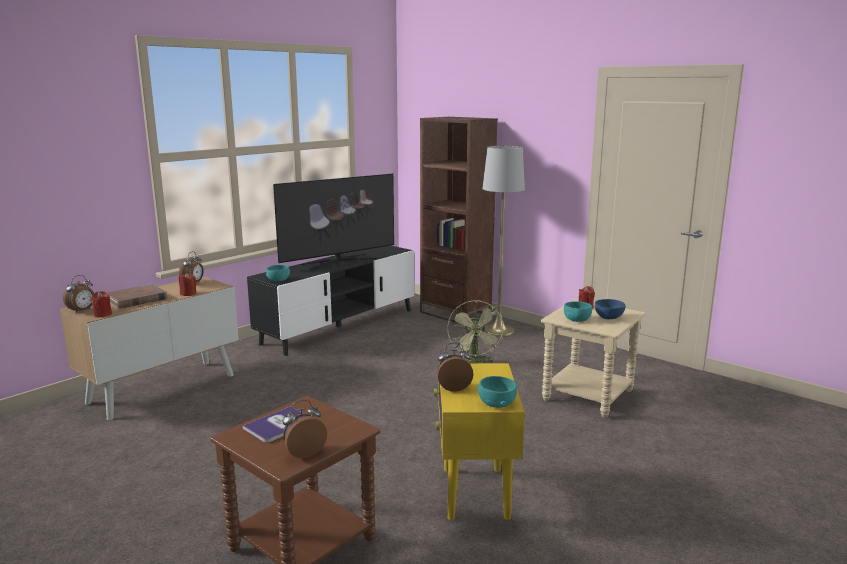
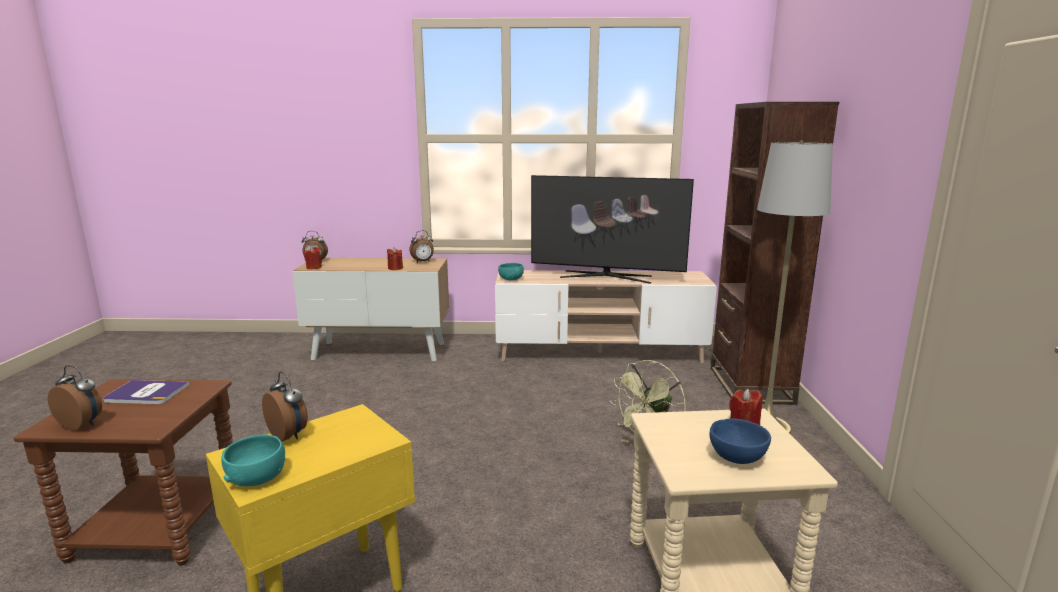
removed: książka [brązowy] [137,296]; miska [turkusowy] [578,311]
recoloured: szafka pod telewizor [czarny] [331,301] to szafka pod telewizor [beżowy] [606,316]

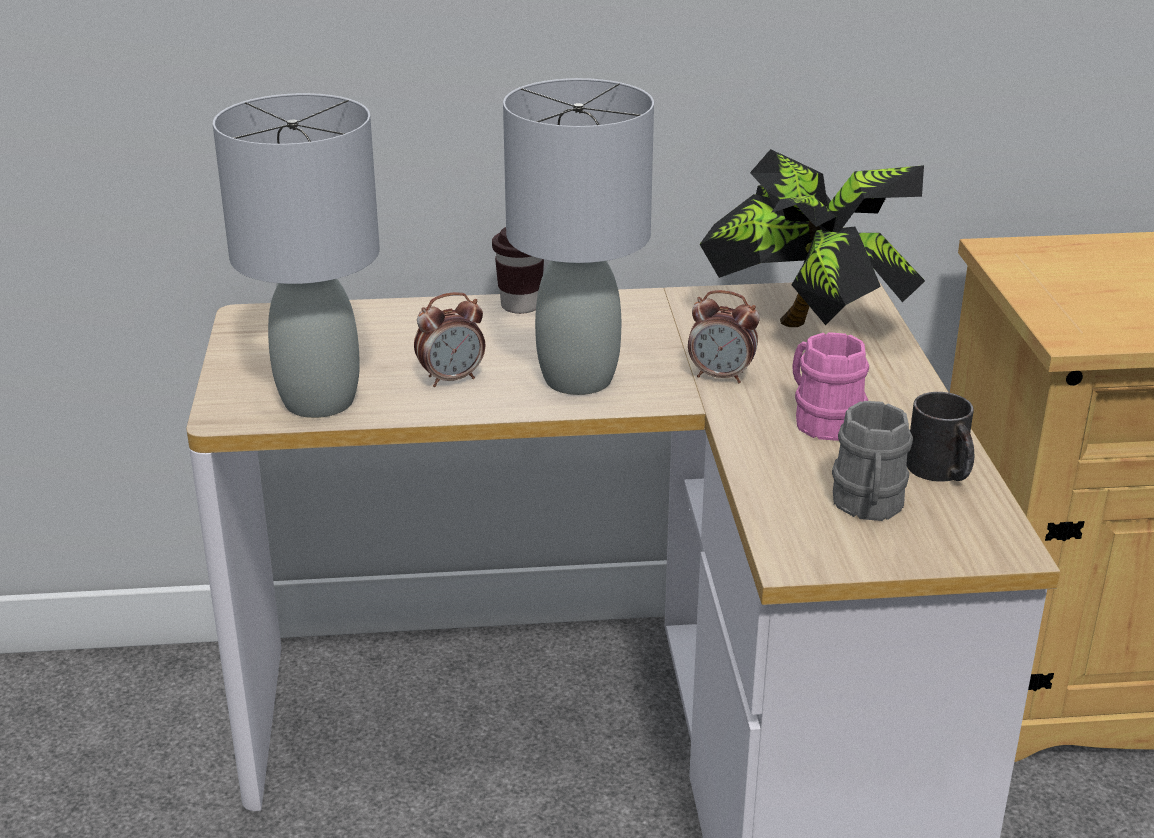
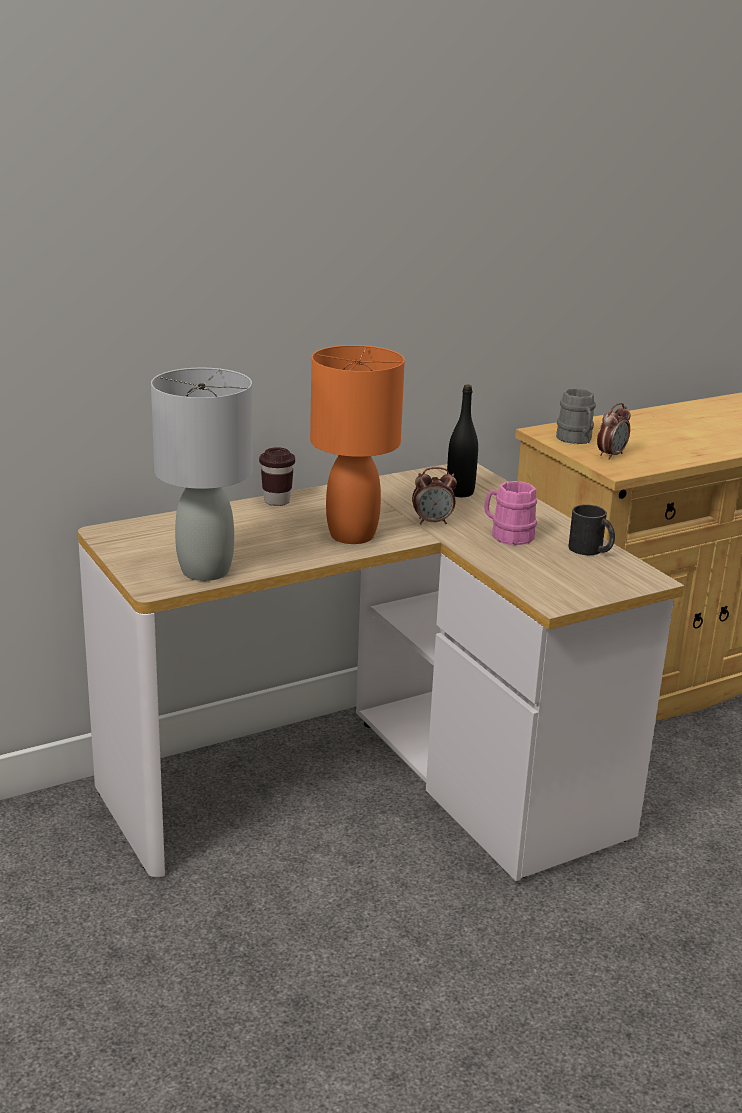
moved: budzik [449,339] to [613,431]; kubek [szary] [872,461] to [576,416]
replaced: roślina doniczkowa [812,238] to butelka [czarny] [462,441]
recoloured: lampa stołowa [szary] [578,236] to lampa stołowa [pomarańczowy] [357,444]

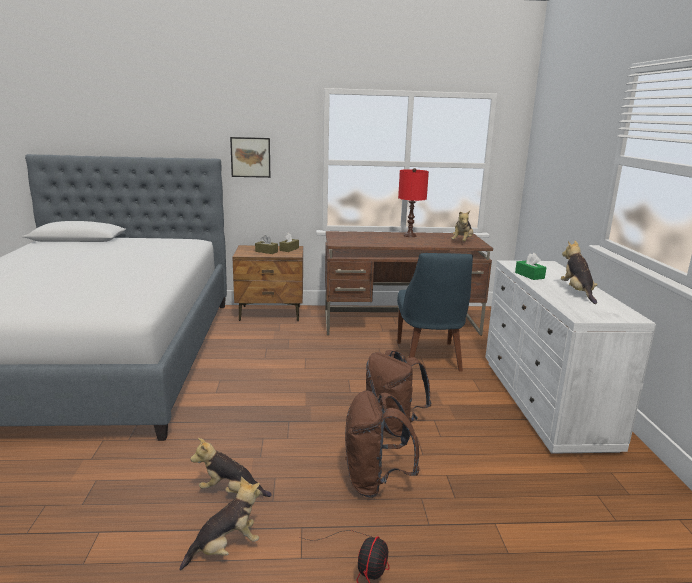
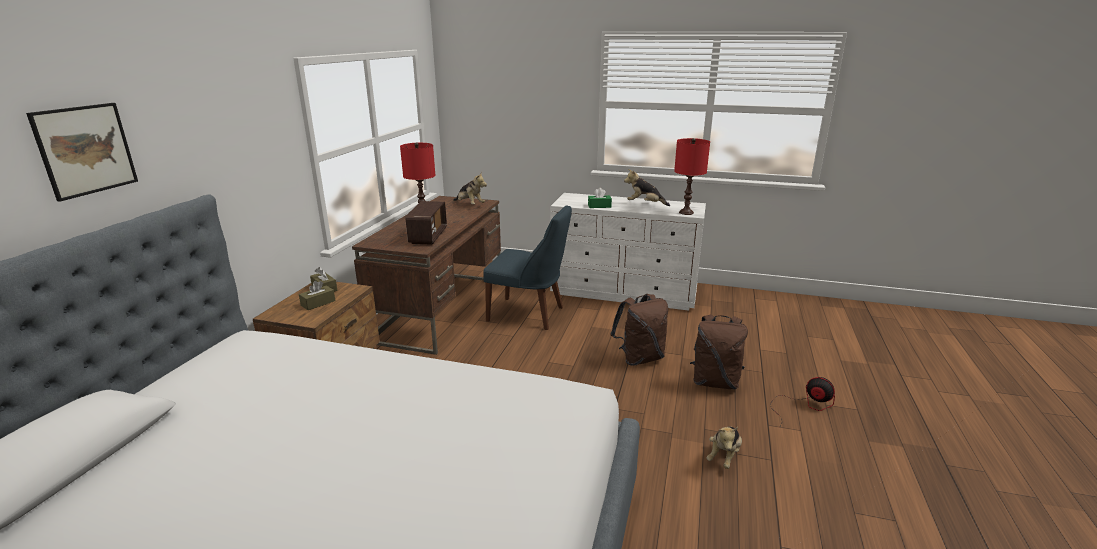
removed: pluszak [220,524]
added: lampa stołowa [czerwony] [692,176]; radio [426,222]
moved: obraz [250,157] to [82,152]

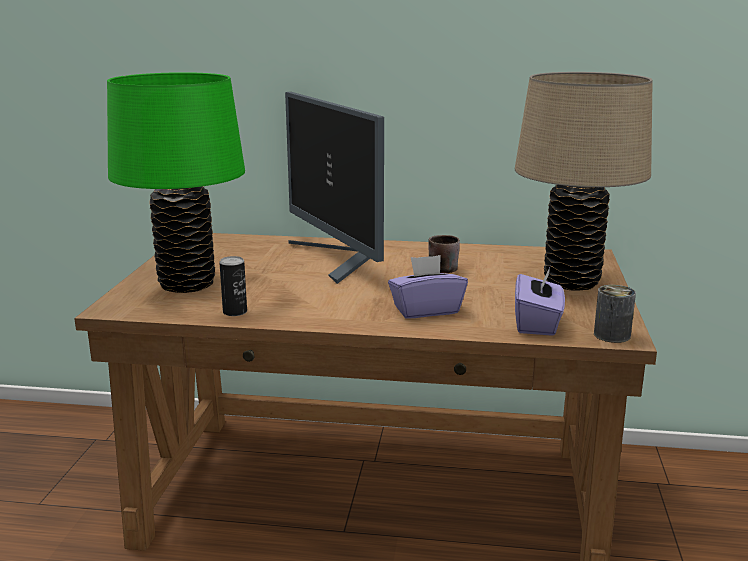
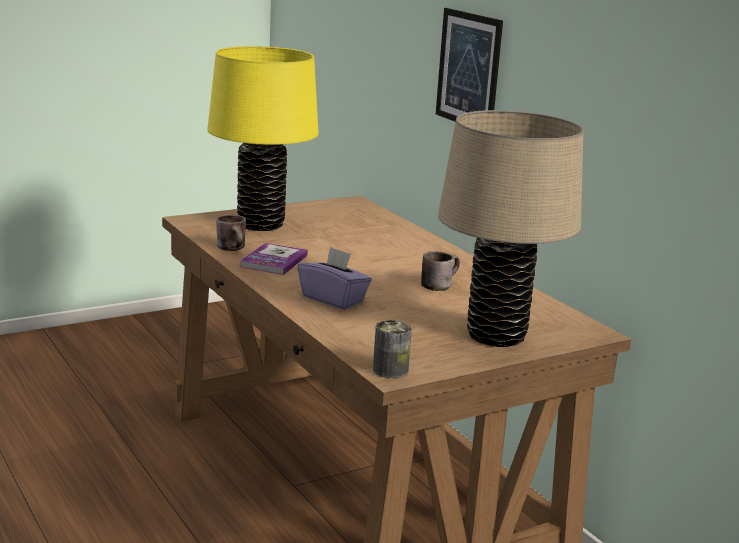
removed: monitor [334,188]; pudełko chusteczek [fioletowy] [540,302]
added: obraz [469,65]; książka [274,259]
replaced: puszka [233,286] to kubek [brązowy] [231,233]
recoloured: lampa stołowa [zielony] [176,182] to lampa stołowa [żółty] [263,138]

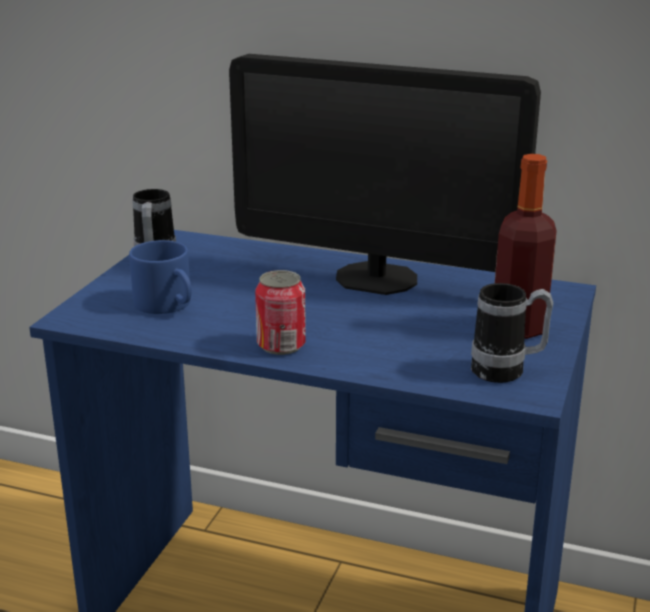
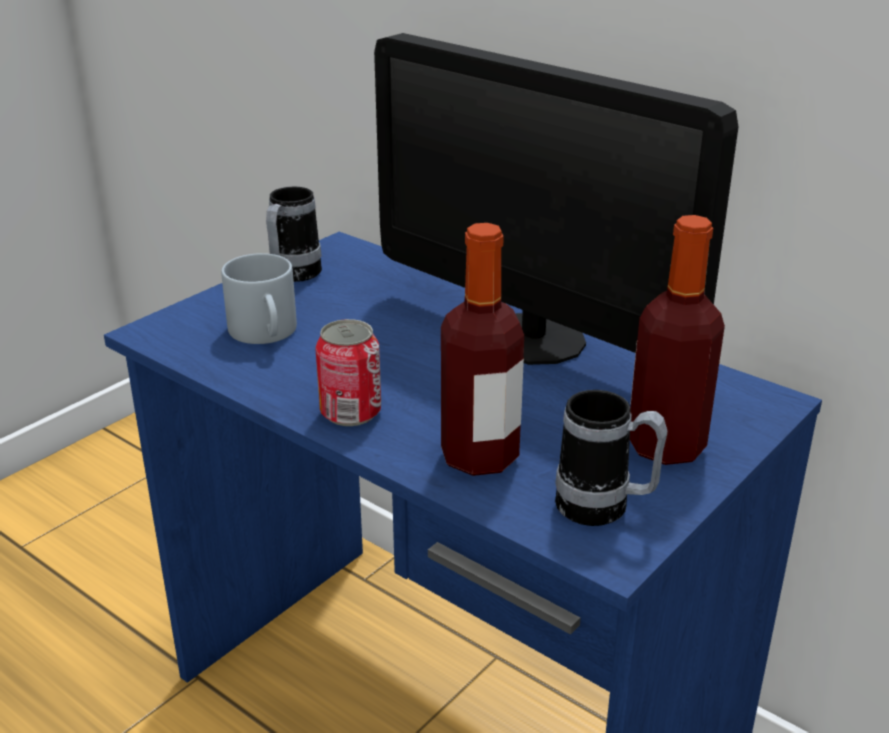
added: butelka [482,349]
recoloured: kubek [niebieski] [160,277] to kubek [szary] [259,298]

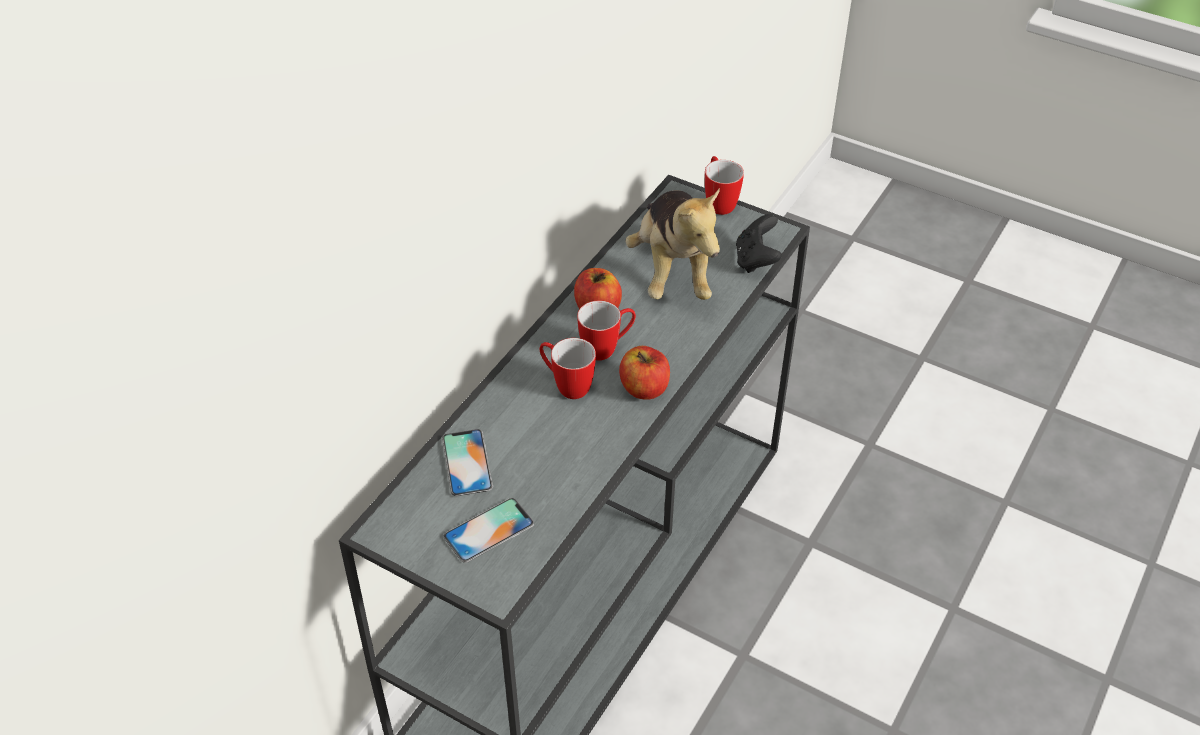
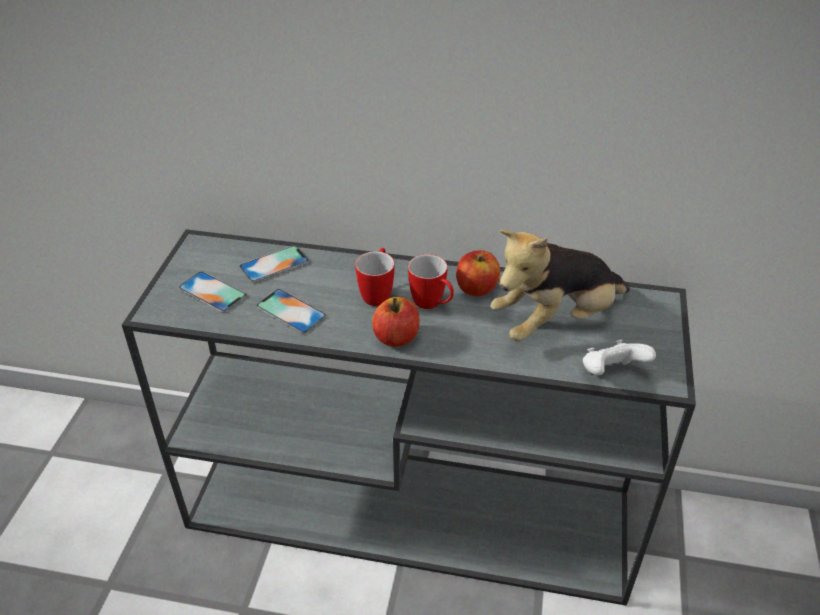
removed: kubek [724,185]
added: telefon [291,311]
recoloured: pad do gier [czarny] [759,243] to pad do gier [biały] [619,357]

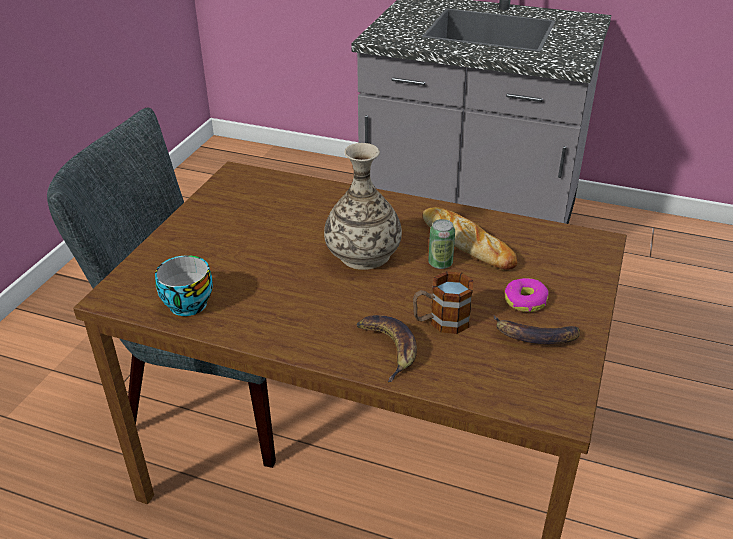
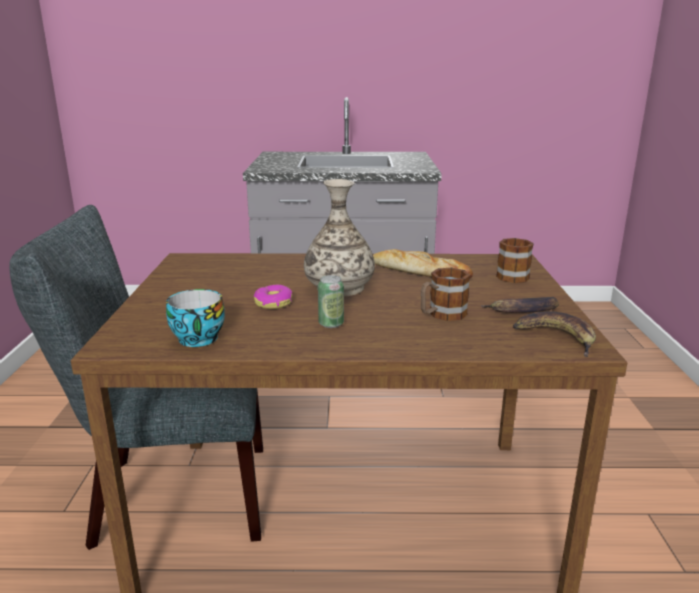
added: kubek [515,260]
moved: puszka [441,244] to [331,301]; donut [527,295] to [273,297]; banan [386,348] to [554,334]

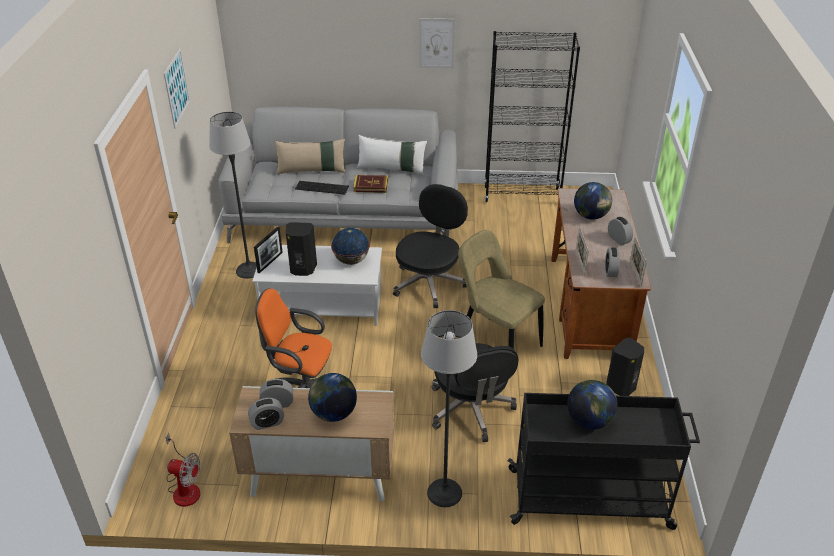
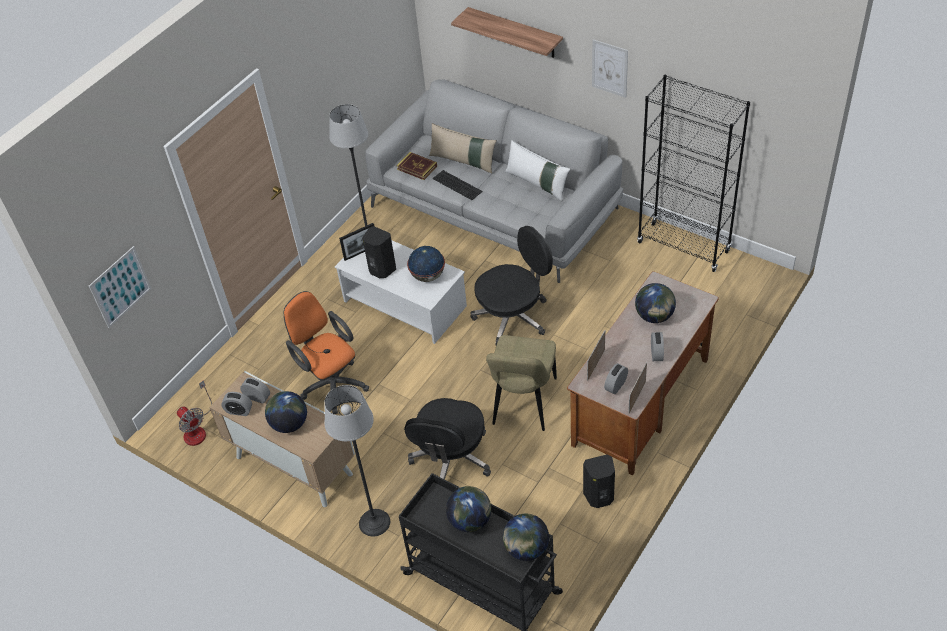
added: półka [507,32]; globus [526,537]
moved: obraz [177,88] to [120,287]; książka [370,184] to [416,166]
turned: krzesło [beżowy] [501,289] = [521,383] 150 degrees counterclockwise

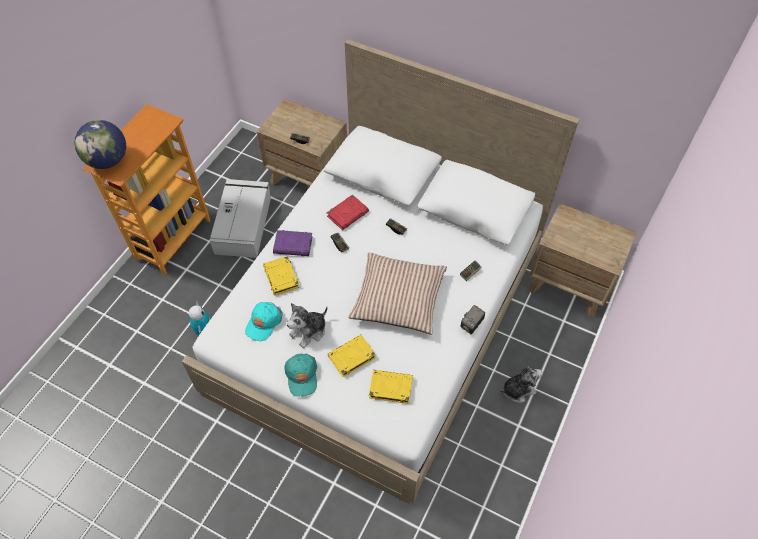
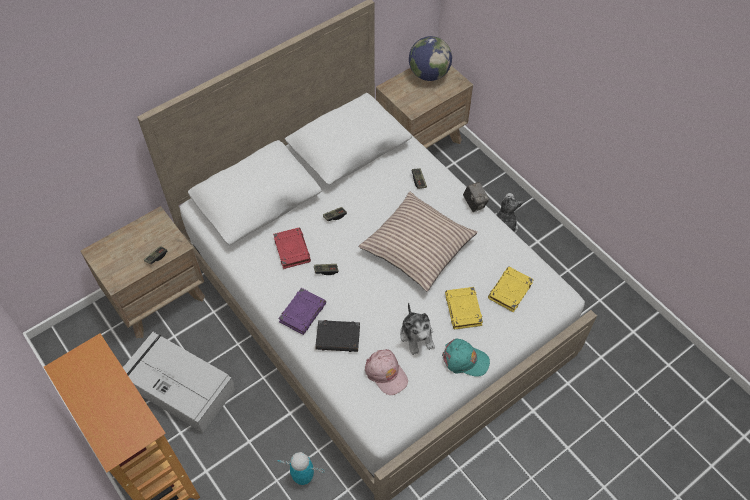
moved: globus [100,144] to [430,58]
recoloured: książka [żółty] [281,275] to książka [czarny] [337,336]; czapka z daszkiem [turkusowy] [264,321] to czapka z daszkiem [różowy] [386,372]

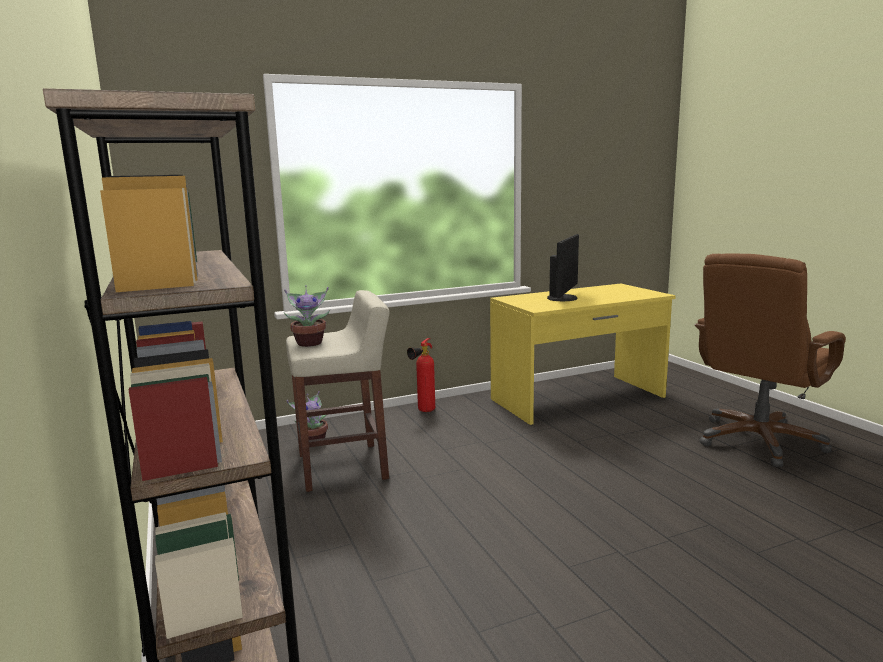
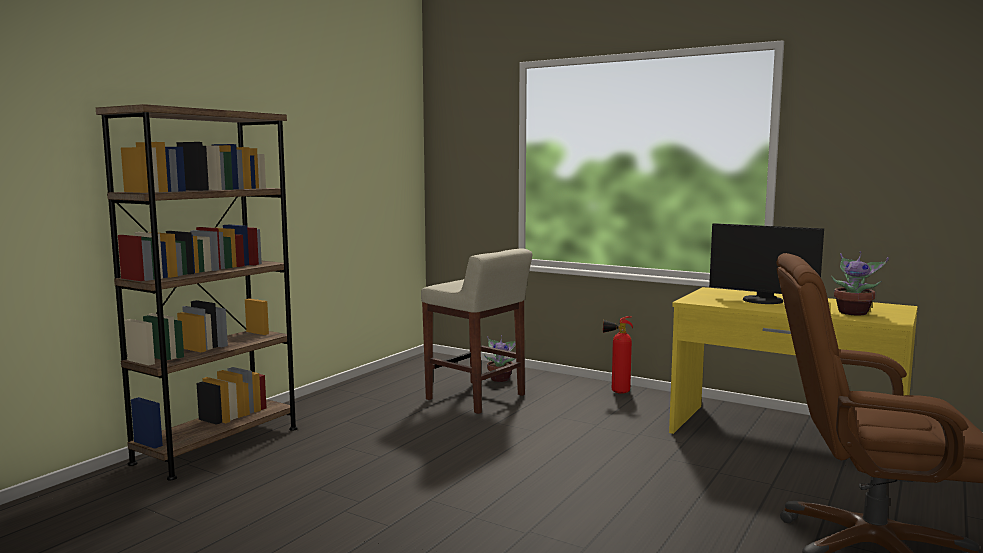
moved: roślina doniczkowa [307,316] to [860,283]
turned: monitor [563,267] = [766,263] 45 degrees clockwise

